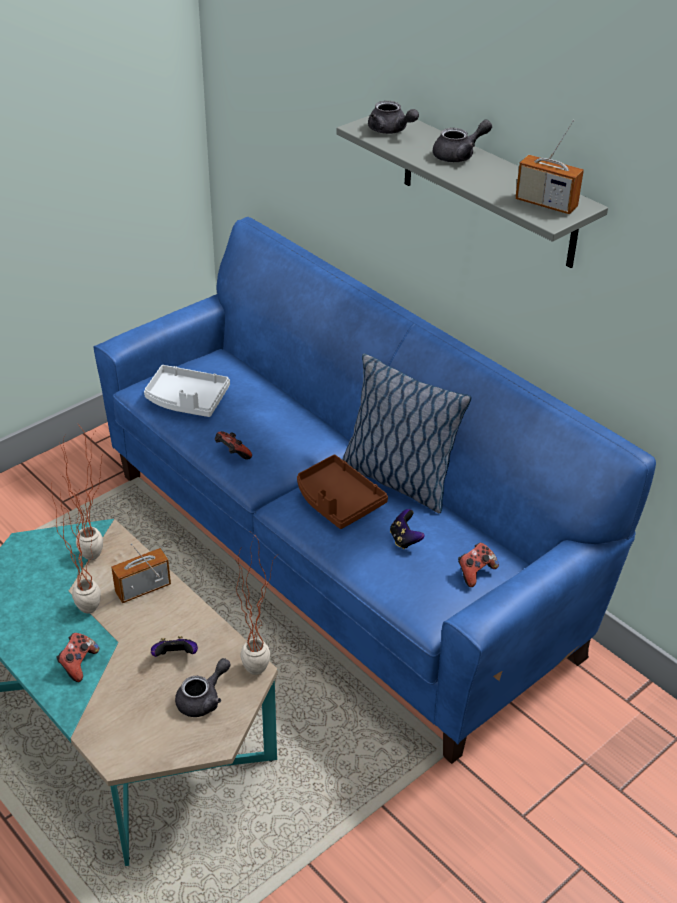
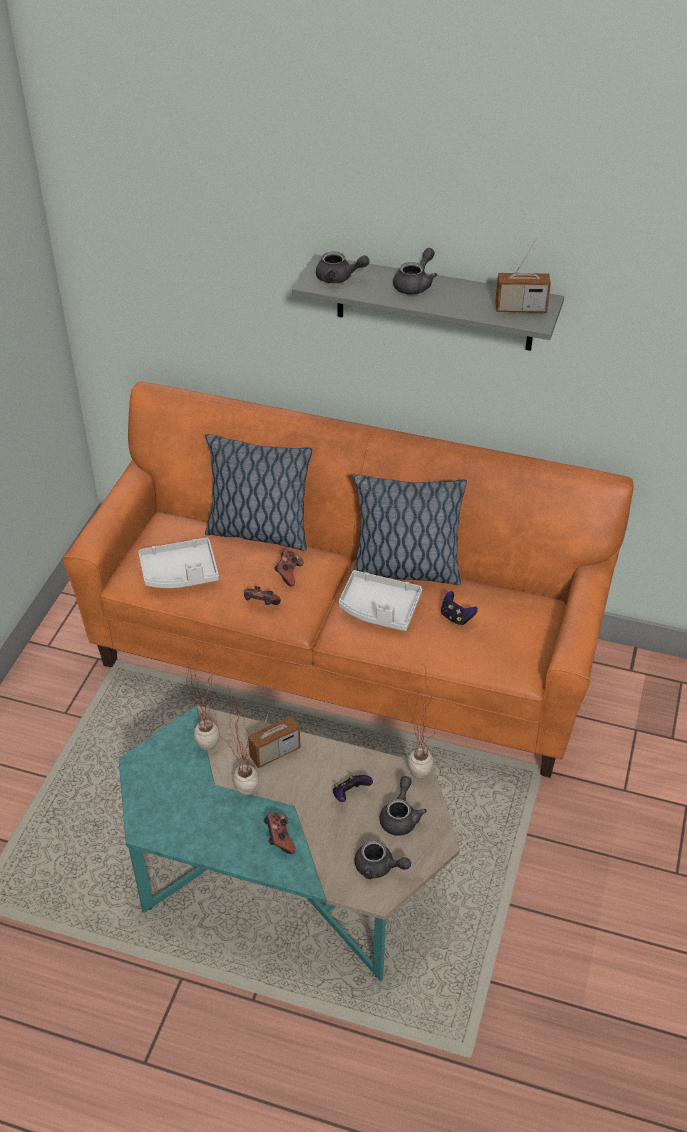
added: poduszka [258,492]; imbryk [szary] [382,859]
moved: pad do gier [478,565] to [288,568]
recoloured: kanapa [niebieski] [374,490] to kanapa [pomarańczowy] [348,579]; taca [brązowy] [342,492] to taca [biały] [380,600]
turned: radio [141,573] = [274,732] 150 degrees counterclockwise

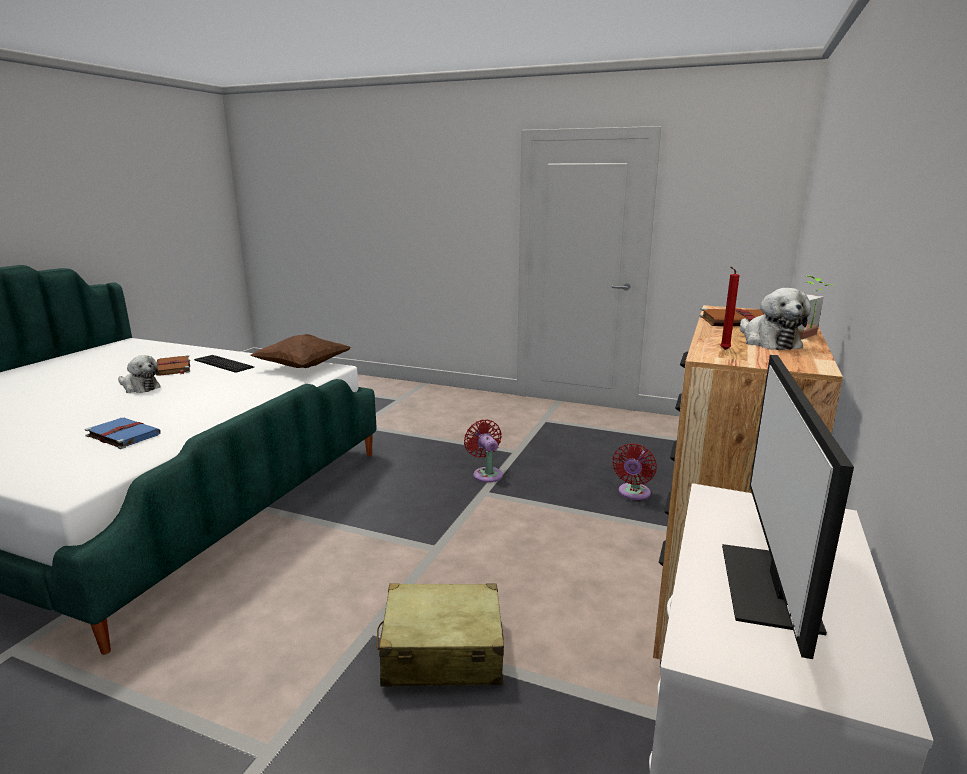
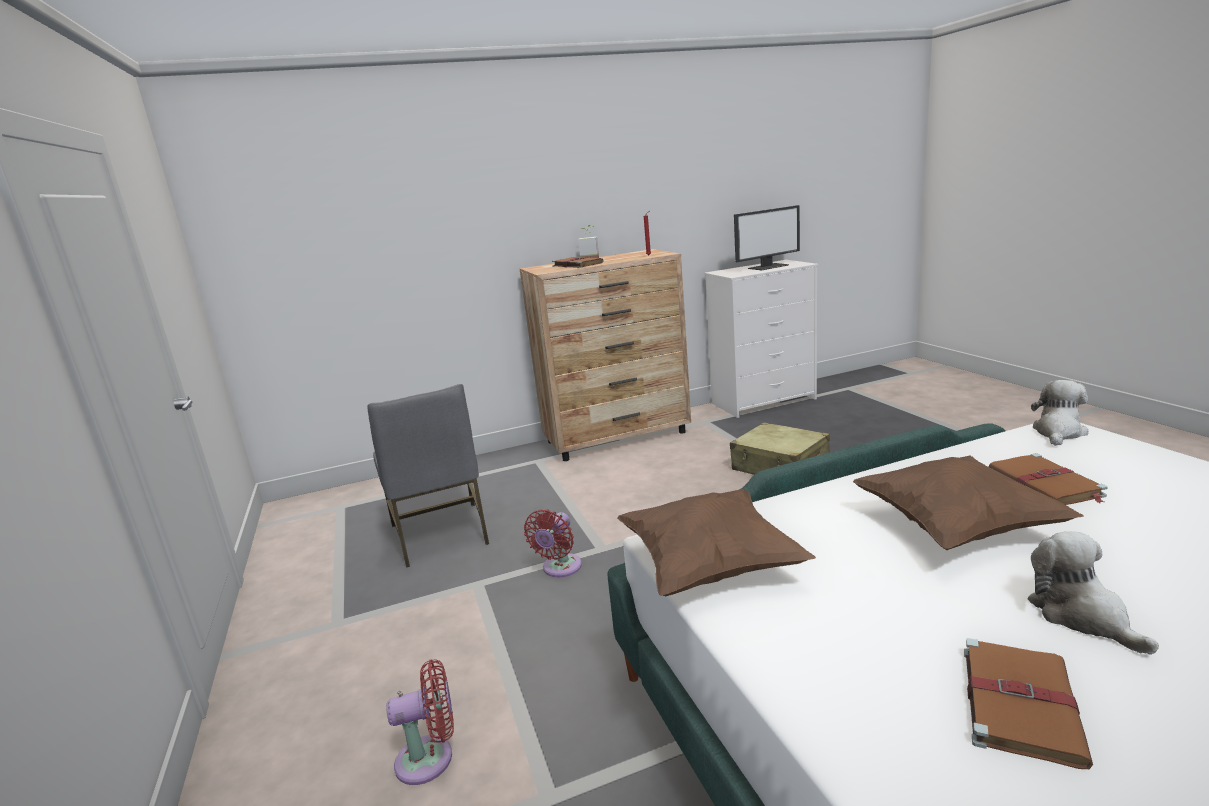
removed: klawiatura [224,364]
added: krzesło [szary] [428,476]; poduszka [brązowy] [968,503]
moved: pluszak [775,319] to [1060,413]; wentylator [czerwony] [634,472] to [420,722]
recoloured: książka [niebieski] [123,433] to książka [brązowy] [1048,479]

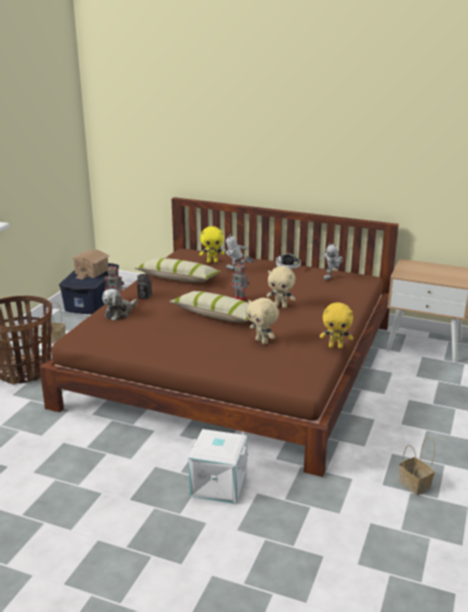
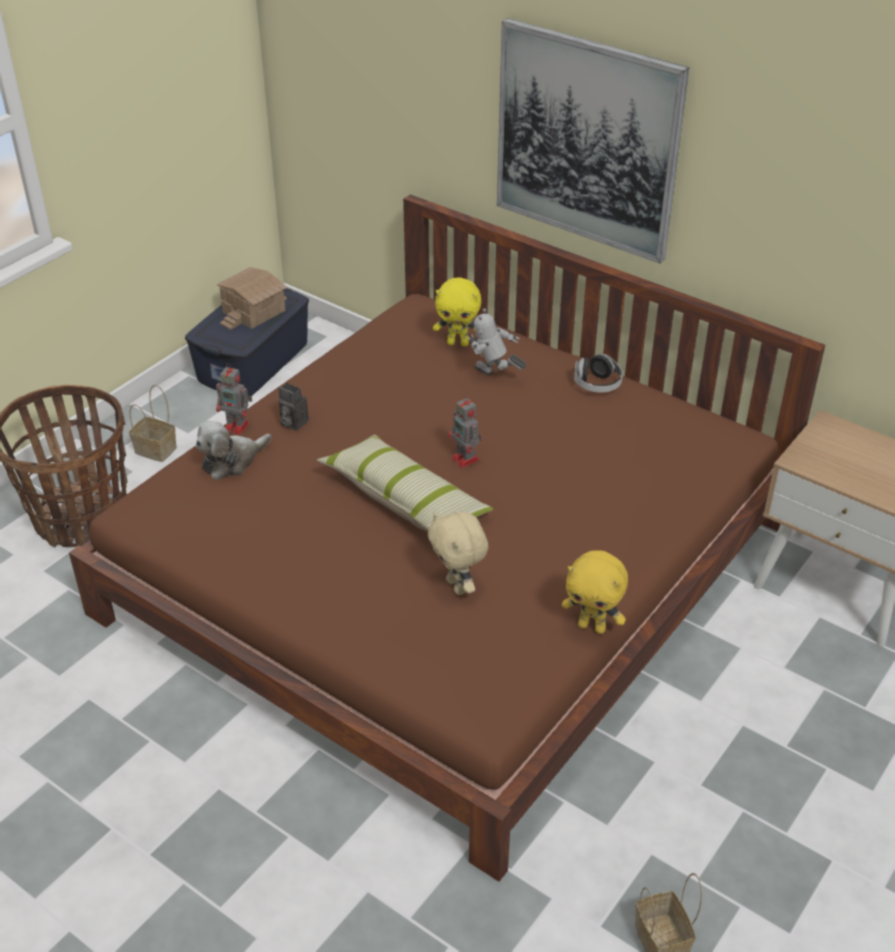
removed: robot zabawkowy [333,261]; poduszka [178,270]; pluszak [beżowy] [281,287]; pojemnik do przechowywania [biały] [217,466]
added: obraz [593,140]

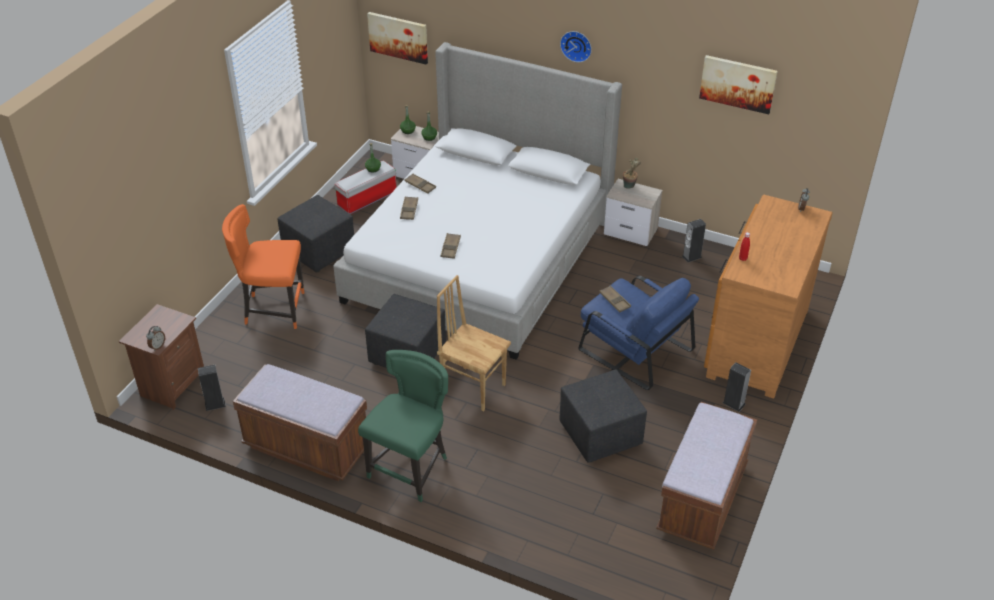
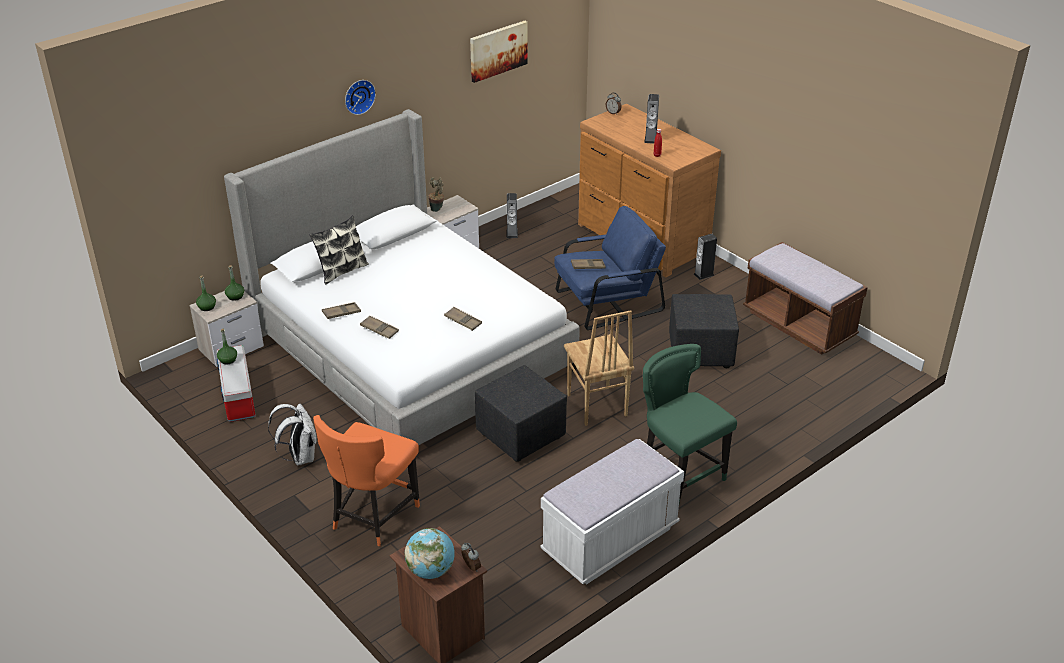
removed: obraz [397,38]
added: poduszka [339,250]; globus [430,553]
moved: głośnik [212,388] to [651,119]
replaced: pufa [czarny] [315,233] to plecak [biały] [292,435]
recoloured: ławka [brązowy] [300,422] to ławka [biały] [612,511]
turned: krzesło [brązowy] [474,343] = [599,368] 75 degrees counterclockwise

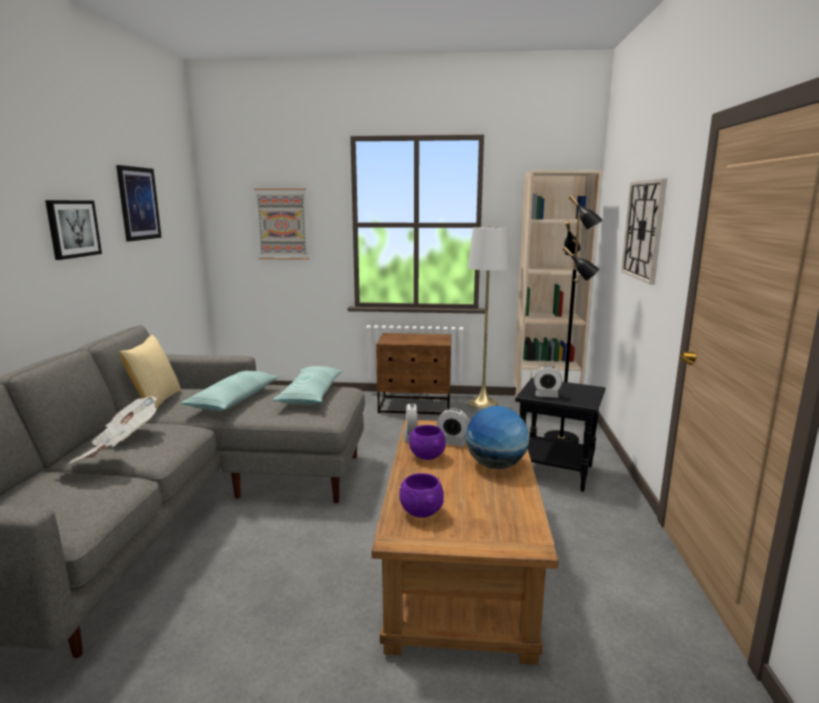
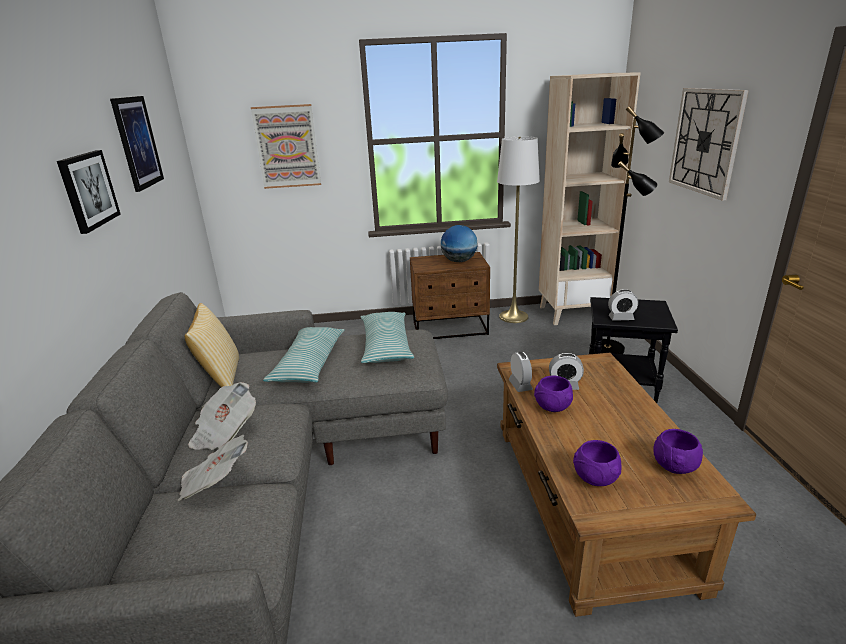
added: miska [fioletowy] [678,451]
moved: globus [497,437] to [459,243]

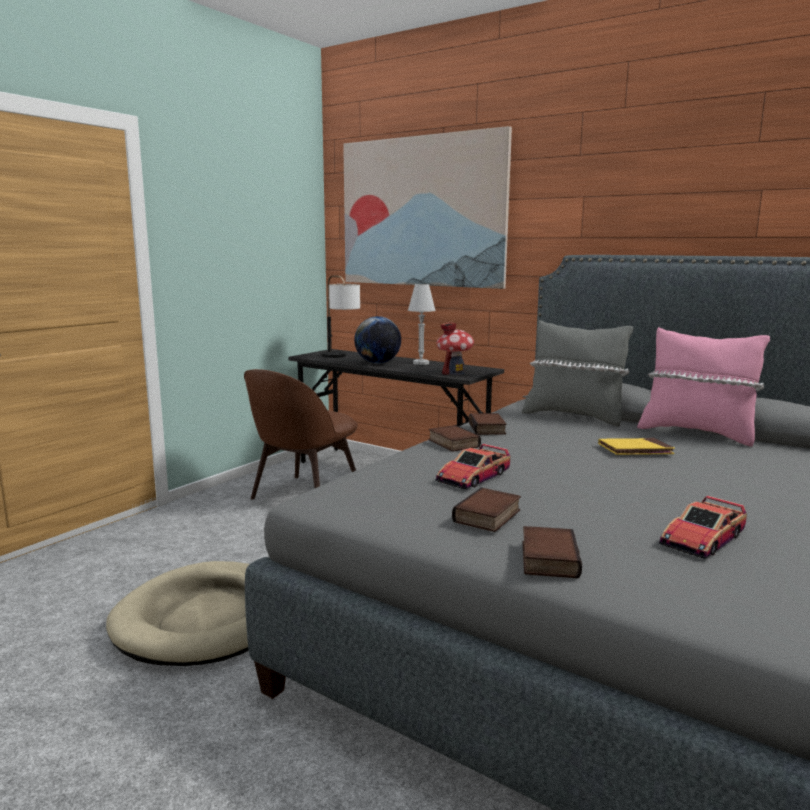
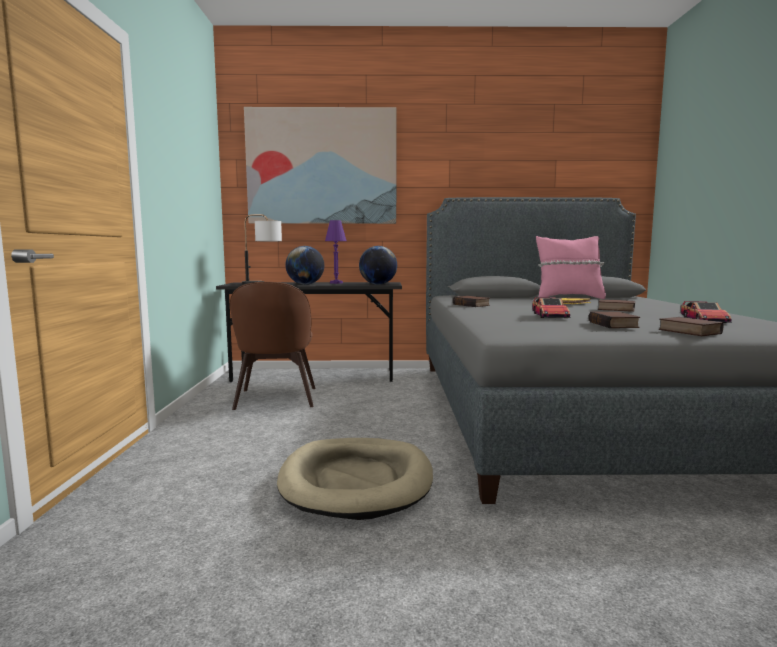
removed: poduszka [szary] [577,373]
moved: książka [455,438] to [616,305]
replaced: domek [455,348] to globus [378,265]
recoloured: lampa stołowa [biały] [422,324] to lampa stołowa [fioletowy] [336,252]

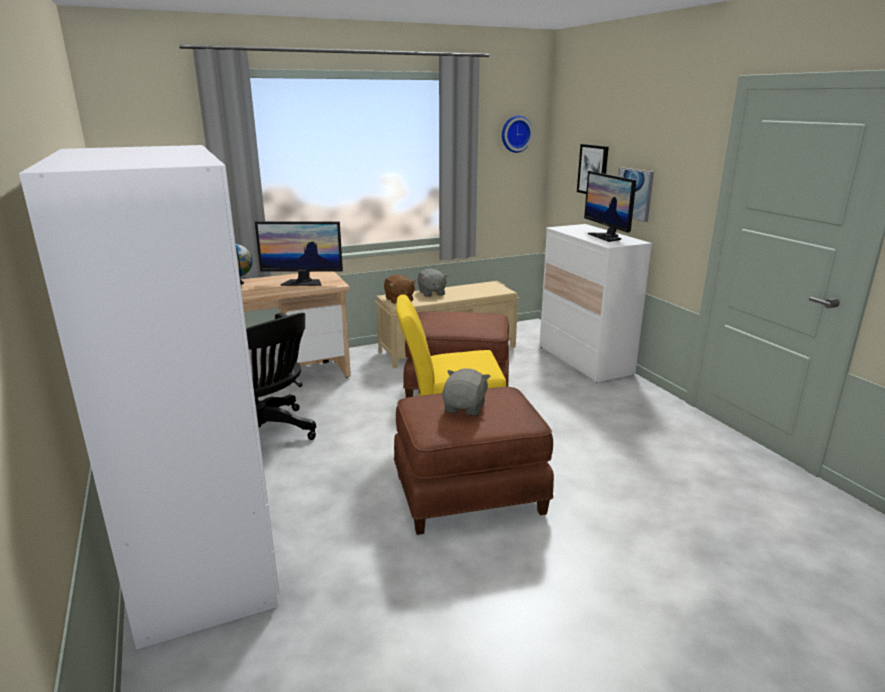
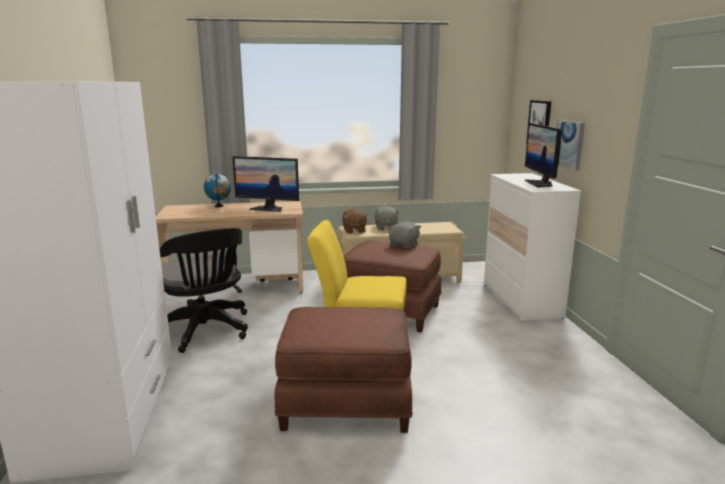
removed: zegar ścienny [517,134]
moved: pluszak [szary] [466,392] to [405,236]

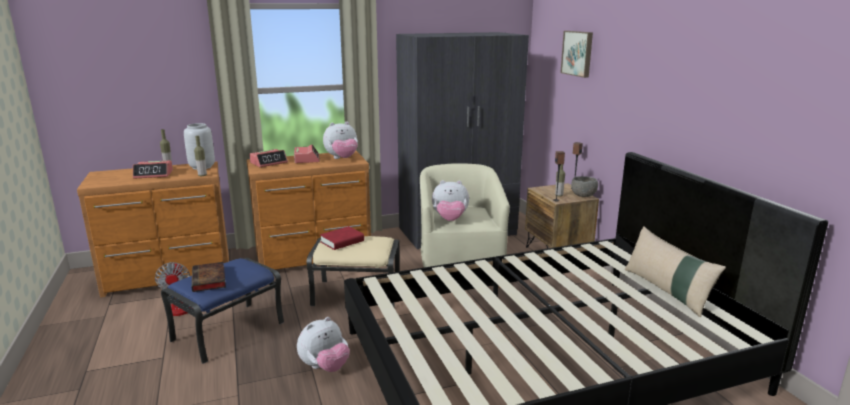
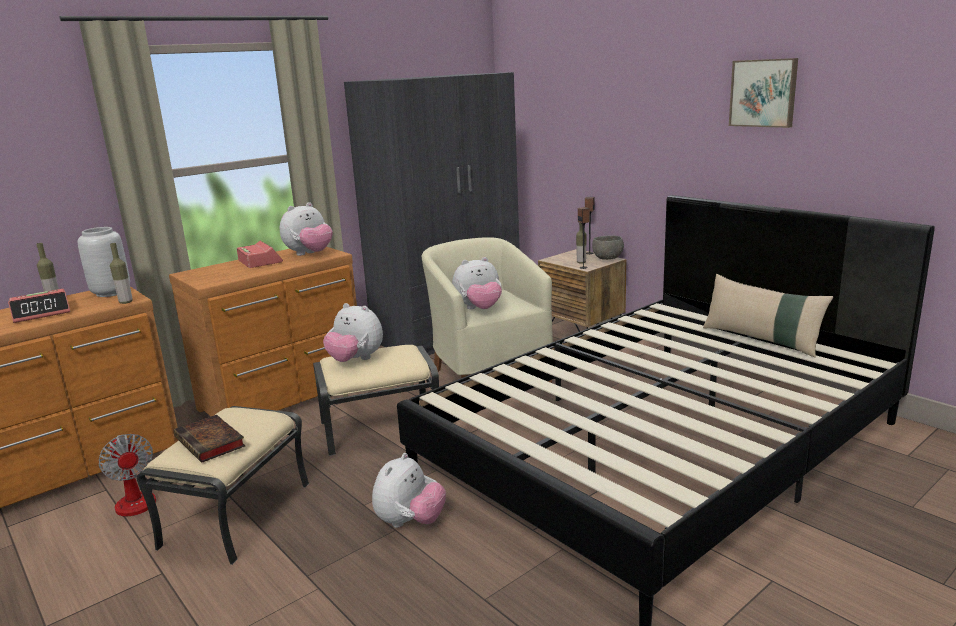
removed: budzik [268,158]
moved: obraz [576,54] to [763,93]
replaced: książka [czerwony] [342,238] to pluszak [353,332]
recoloured: pufa [niebieski] [222,311] to pufa [beżowy] [223,485]

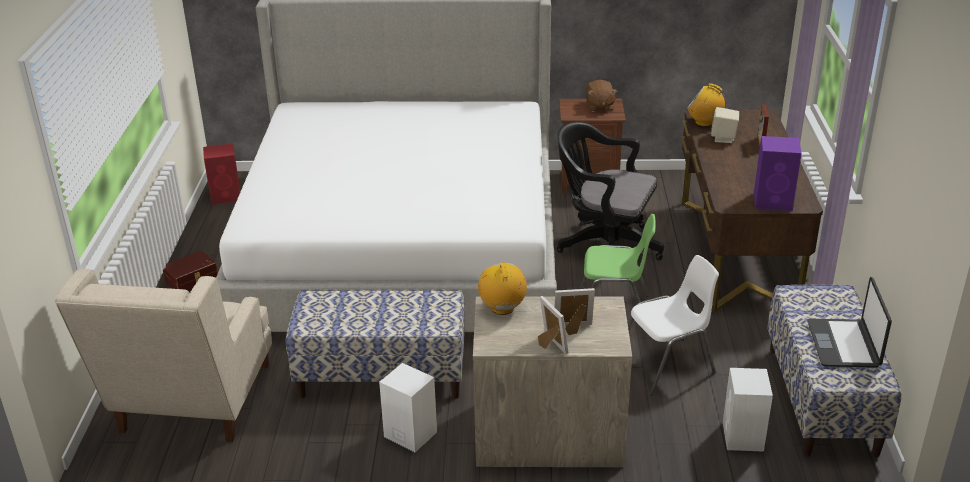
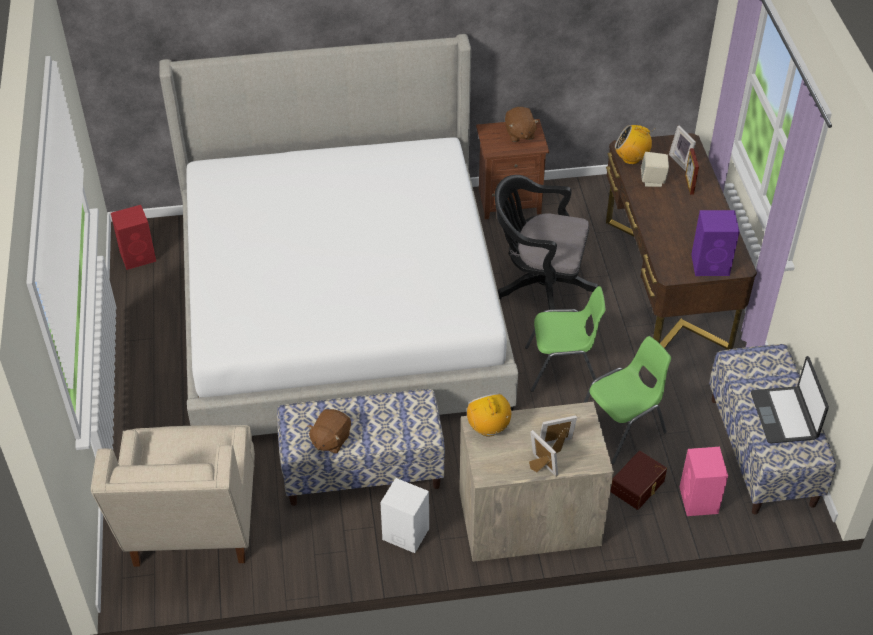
added: ramka na zdjęcie [682,148]; pluszak [brązowy] [329,431]
moved: pojemnik do przechowywania [brązowy] [190,271] to [638,480]
recoloured: krzesło [biały] [673,325] to krzesło [zielony] [627,400]; głośnik [biały] [748,410] to głośnik [różowy] [704,481]

